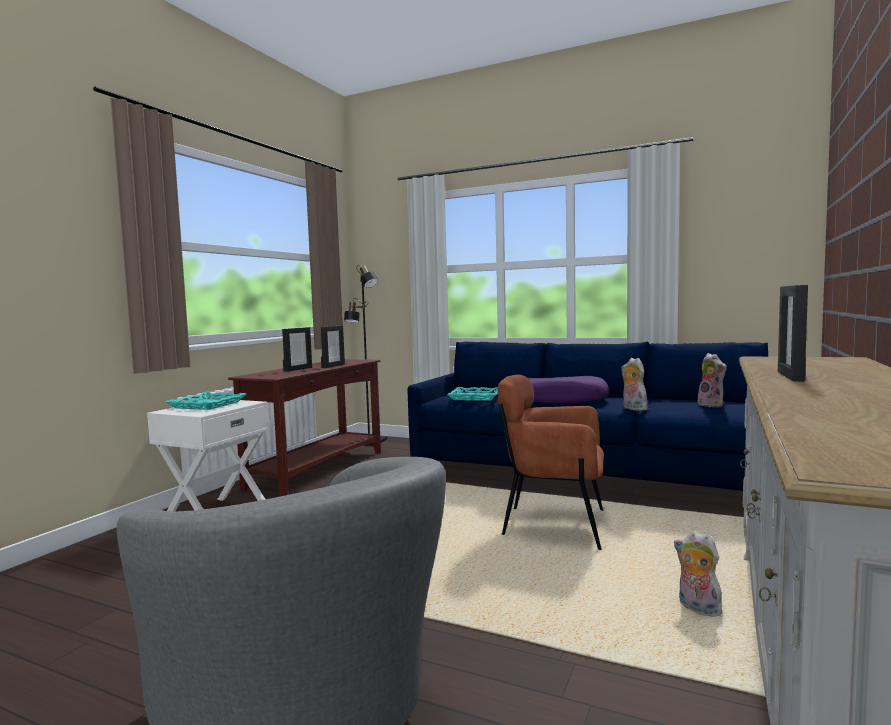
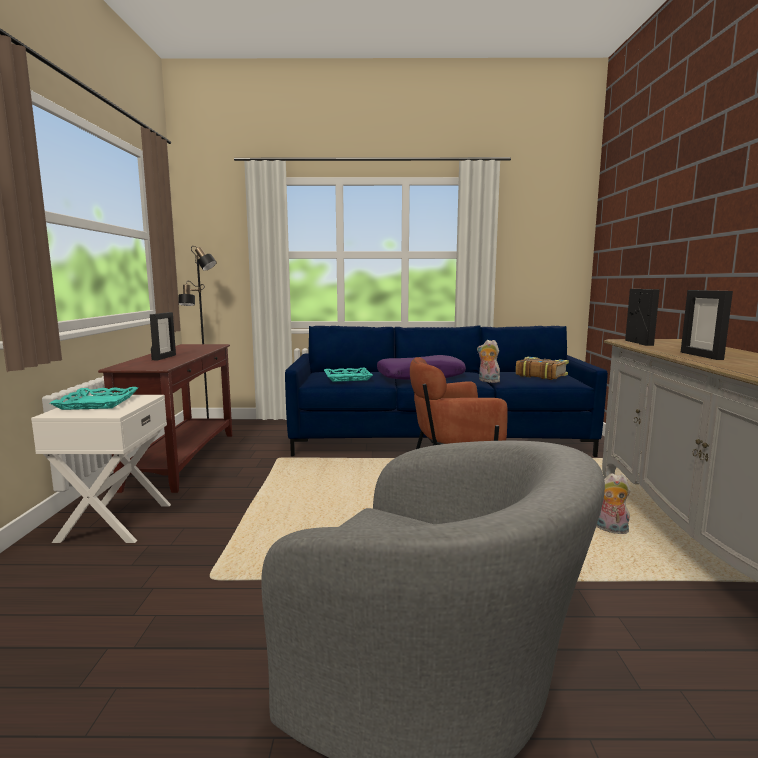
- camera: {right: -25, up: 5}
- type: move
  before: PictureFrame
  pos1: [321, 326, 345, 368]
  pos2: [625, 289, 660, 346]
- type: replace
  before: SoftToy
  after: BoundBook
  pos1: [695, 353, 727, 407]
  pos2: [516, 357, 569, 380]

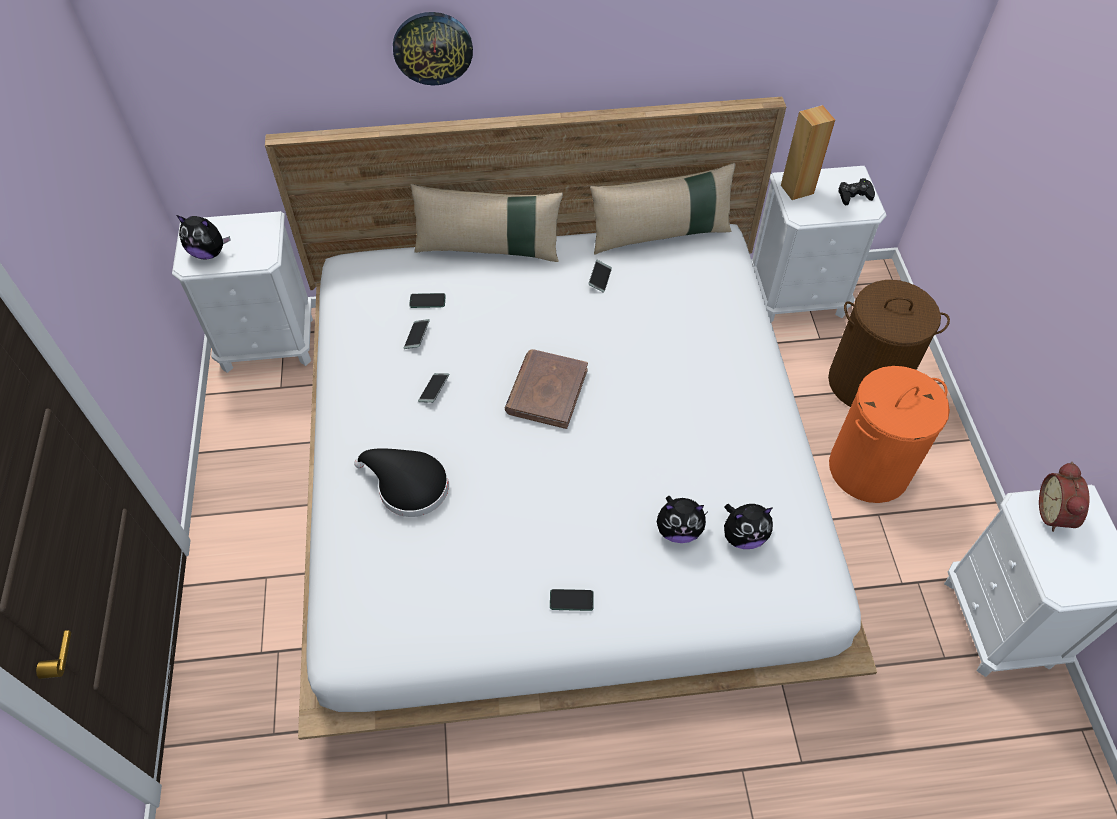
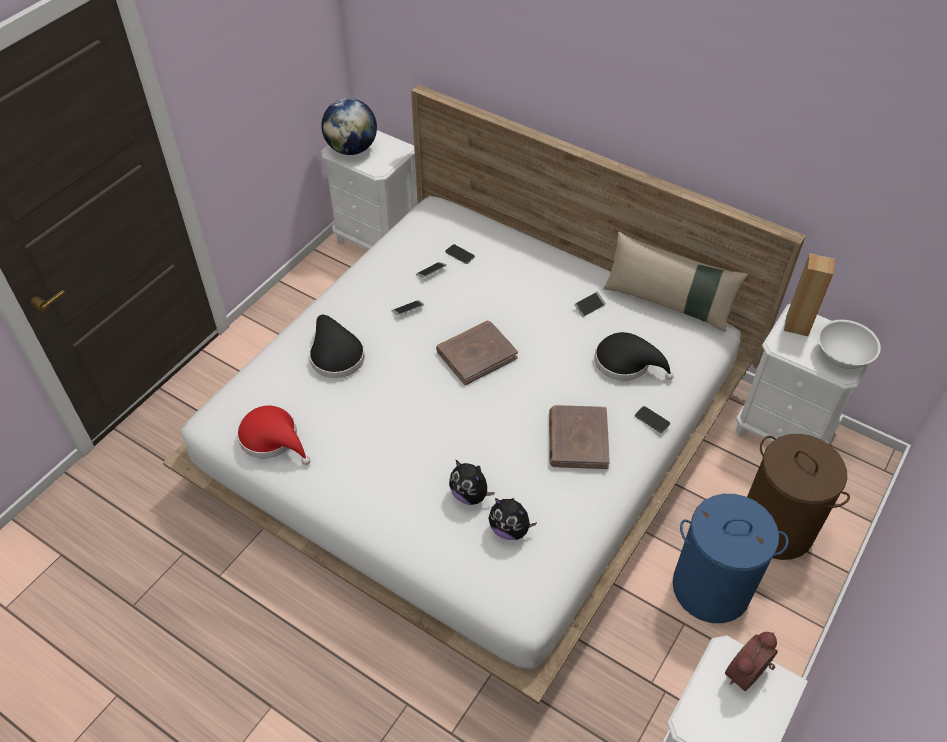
- camera: {right: 40, up: -5}
- type: replace
  before: SoftToy
  after: WorldGlobe
  pos1: [177, 215, 231, 260]
  pos2: [321, 98, 377, 155]
- type: delete
  before: ClockOnTheWall
  pos1: [393, 12, 473, 86]
- type: delete
  before: BeigePillow
  pos1: [410, 184, 563, 262]
- type: move
  before: Telephone
  pos1: [550, 589, 594, 611]
  pos2: [635, 406, 670, 433]
- type: recolor
  before: OrangeyLaundryBasket
  after: BlueColouredLaundryBasket
  pos1: [829, 366, 950, 503]
  pos2: [673, 494, 788, 623]
- type: replace
  before: BlackGamepad
  after: WhitishBowl
  pos1: [838, 178, 875, 205]
  pos2: [818, 320, 881, 369]
- type: insert
  after: ReddishClothingHat
  pos2: [237, 406, 310, 465]
- type: insert
  after: BrownColouredBoundBook
  pos2: [549, 405, 610, 469]
- type: insert
  after: BlackClothingHat
  pos2: [595, 332, 674, 381]

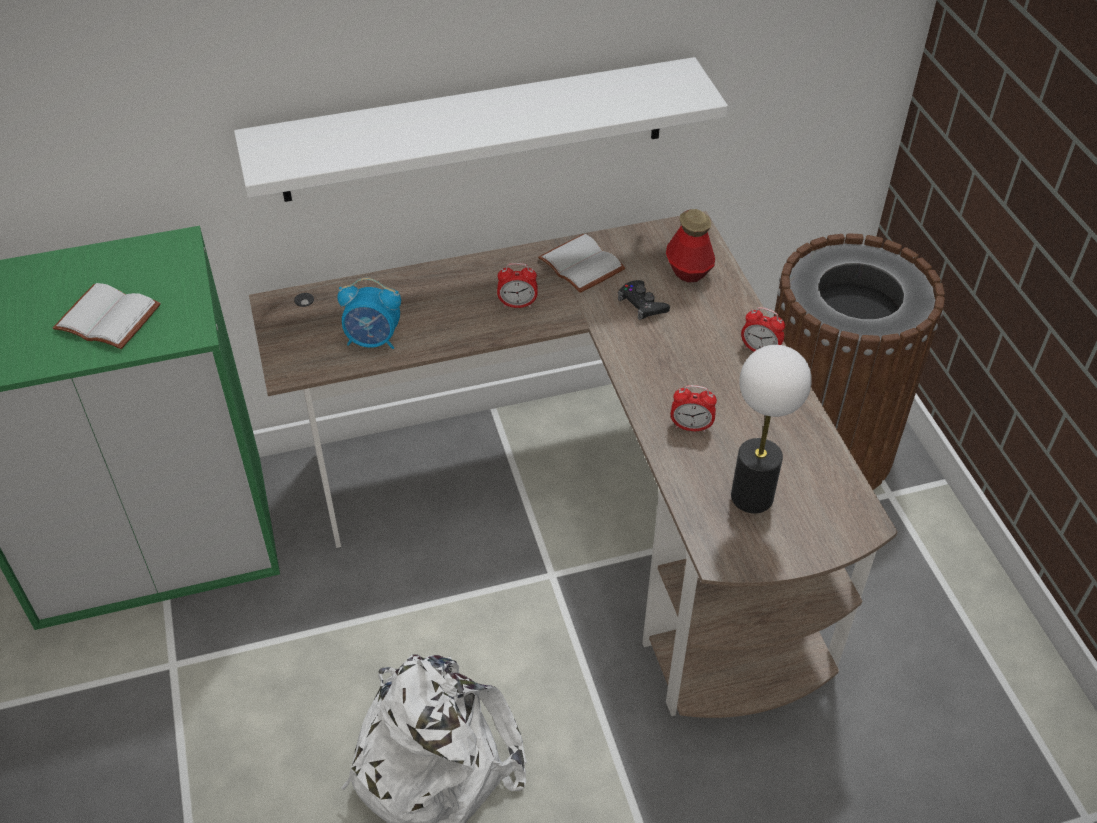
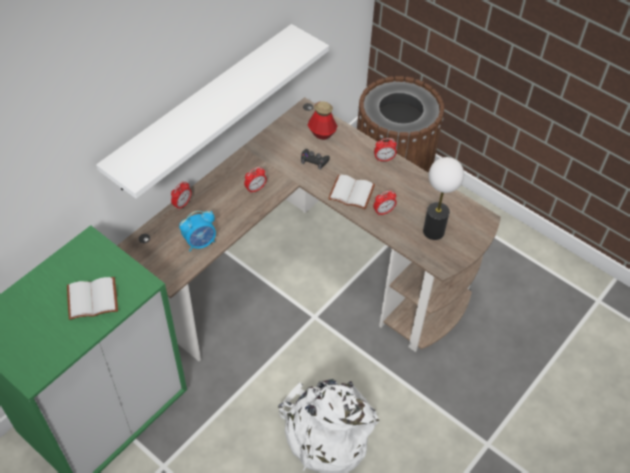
- camera: {right: -35, up: 5}
- type: move
  before: WhitishBoundBook
  pos1: [538, 234, 625, 293]
  pos2: [328, 175, 375, 209]
- type: insert
  after: BedsideClock
  pos2: [171, 181, 192, 210]

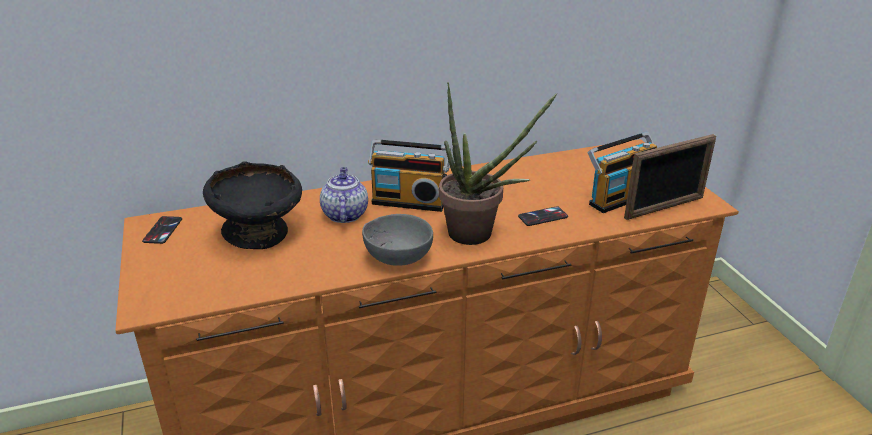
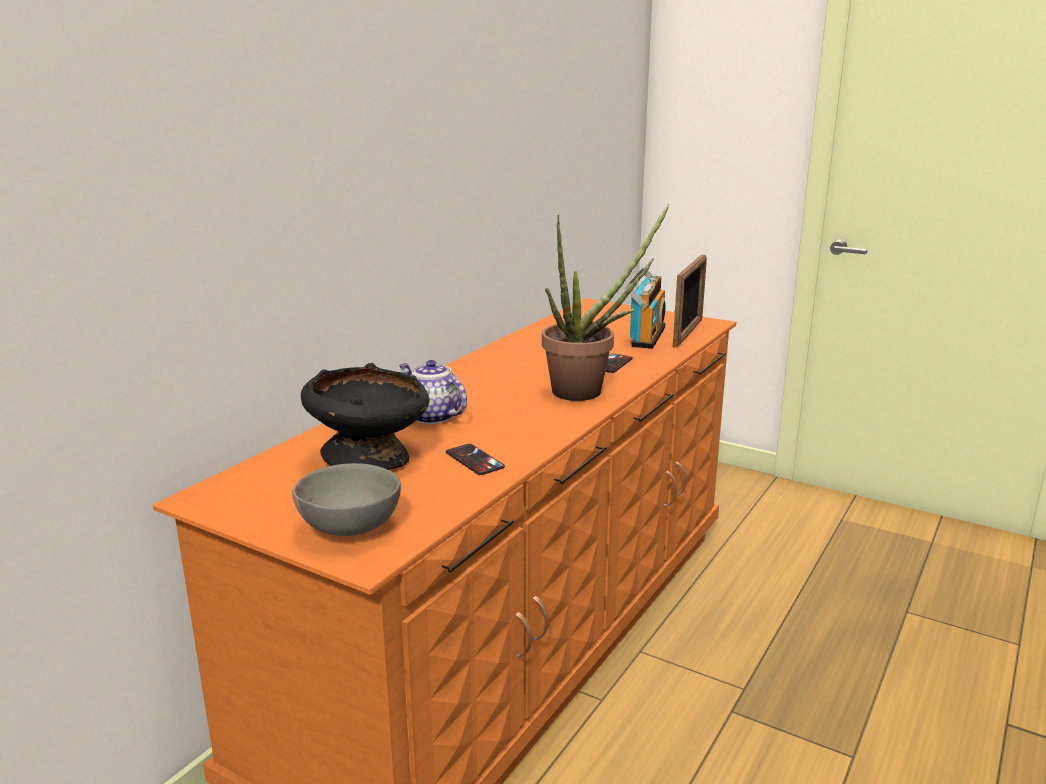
- camera: {right: -40, up: -10}
- type: move
  before: Telephone
  pos1: [142, 216, 182, 244]
  pos2: [446, 444, 505, 475]
- type: move
  before: GreyBowl
  pos1: [362, 214, 433, 266]
  pos2: [292, 463, 401, 536]
- type: delete
  before: RadioSet
  pos1: [368, 139, 451, 212]

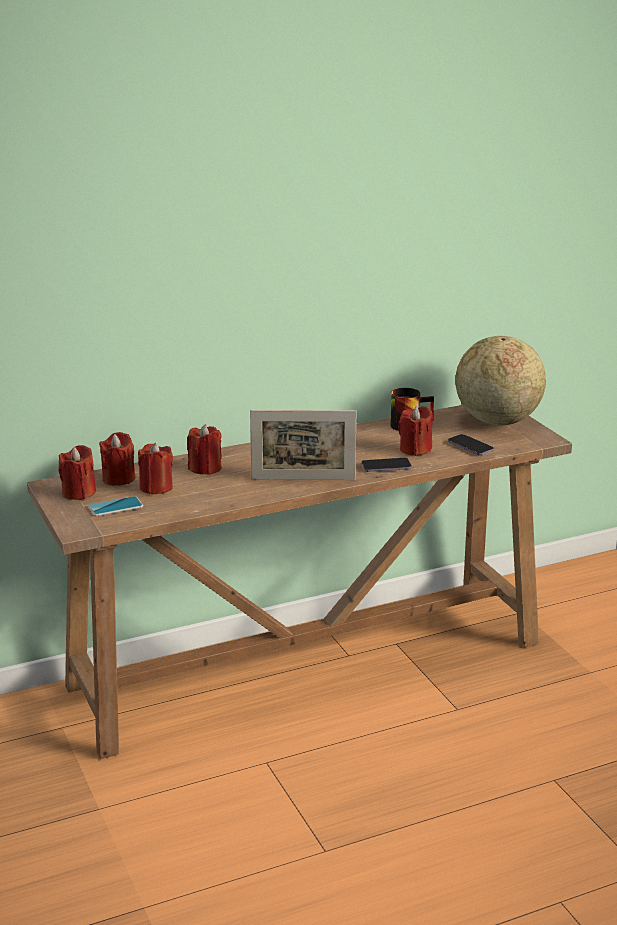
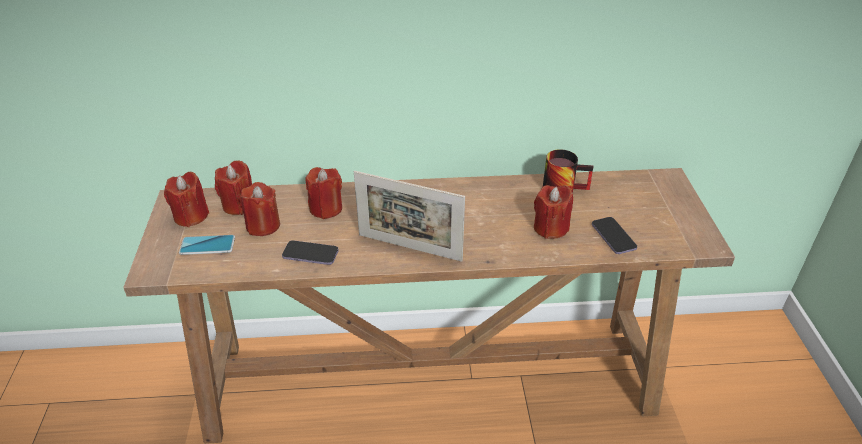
- camera: {right: 20, up: 15}
- type: move
  before: Telephone
  pos1: [361, 458, 412, 472]
  pos2: [282, 240, 339, 265]
- type: delete
  before: WorldGlobe
  pos1: [455, 336, 546, 425]

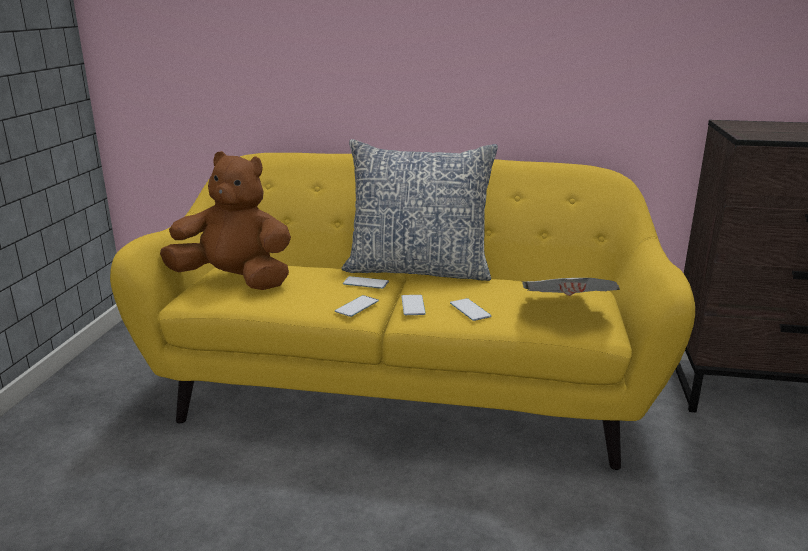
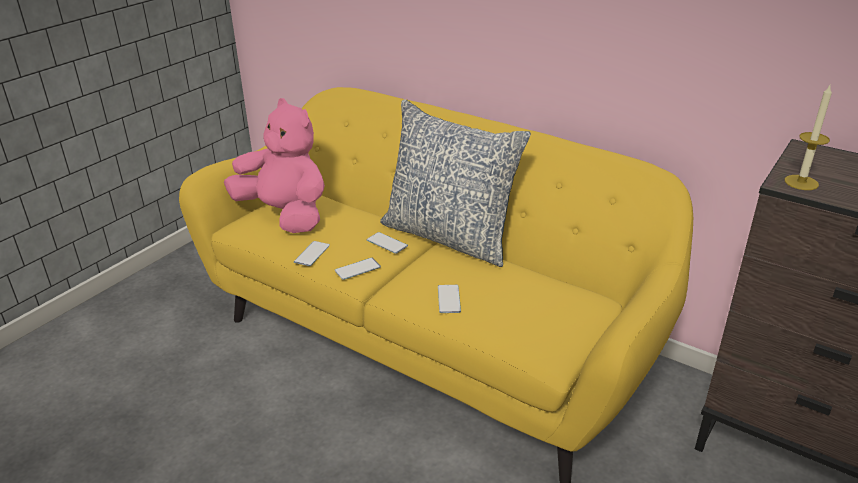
- camera: {right: 25, up: 10}
- type: recolor
  before: BrownColouredSoftToy
  after: PinkColouredSoftToy
  pos1: [160, 151, 291, 290]
  pos2: [224, 98, 325, 233]
- type: move
  before: Telephone
  pos1: [401, 295, 426, 315]
  pos2: [294, 241, 330, 266]
- type: delete
  before: DailyPaper
  pos1: [522, 278, 620, 296]
- type: insert
  after: WaxCandle
  pos2: [785, 85, 832, 190]

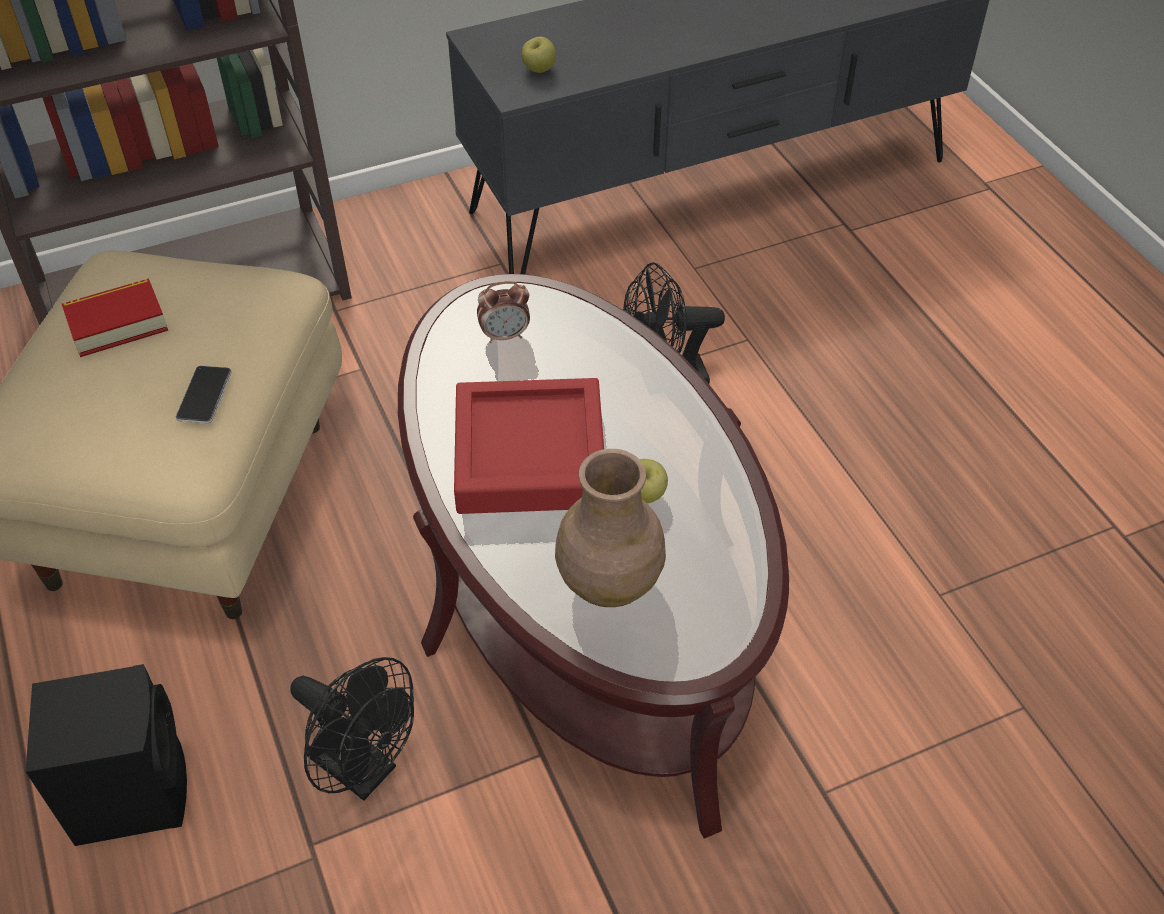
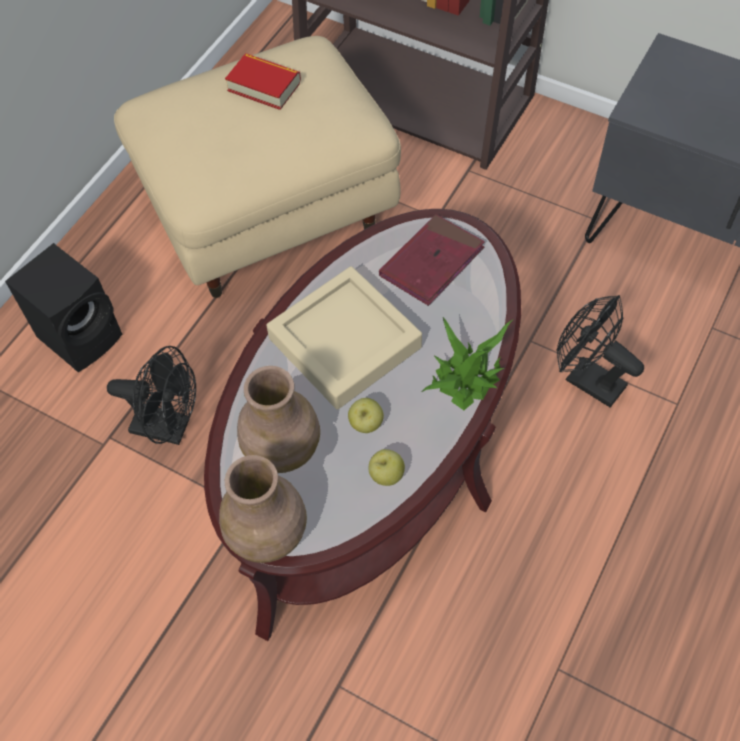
- camera: {right: 55, up: 10}
- type: delete
  before: Telephone
  pos1: [176, 366, 231, 423]
- type: rotate
  before: BlackCoolingFan
  pos1: [290, 657, 414, 801]
  pos2: [107, 346, 196, 445]
  turn: -75
- type: recolor
  before: ReddishCarryingTray
  after: BeigeCarryingTray
  pos1: [454, 378, 604, 514]
  pos2: [266, 266, 422, 410]
- type: replace
  before: BedsideClock
  after: ReddishBoundBook
  pos1: [477, 281, 530, 343]
  pos2: [379, 214, 485, 306]
- type: move
  before: Apple
  pos1: [521, 37, 556, 73]
  pos2: [369, 449, 405, 486]
- type: insert
  after: BrownColouredVase
  pos2: [219, 455, 307, 563]
- type: insert
  after: PlantInAPot
  pos2: [422, 317, 512, 410]

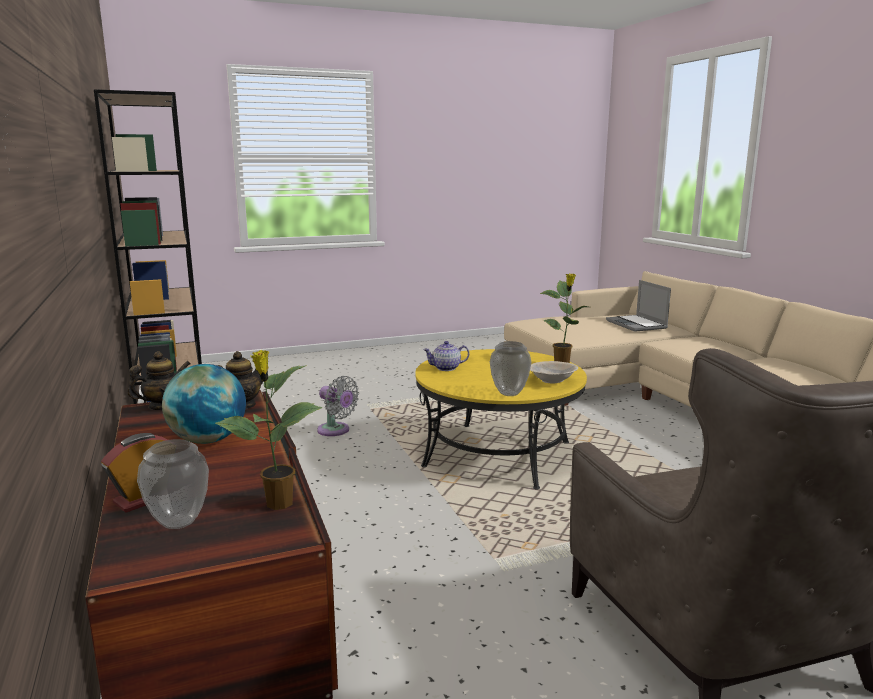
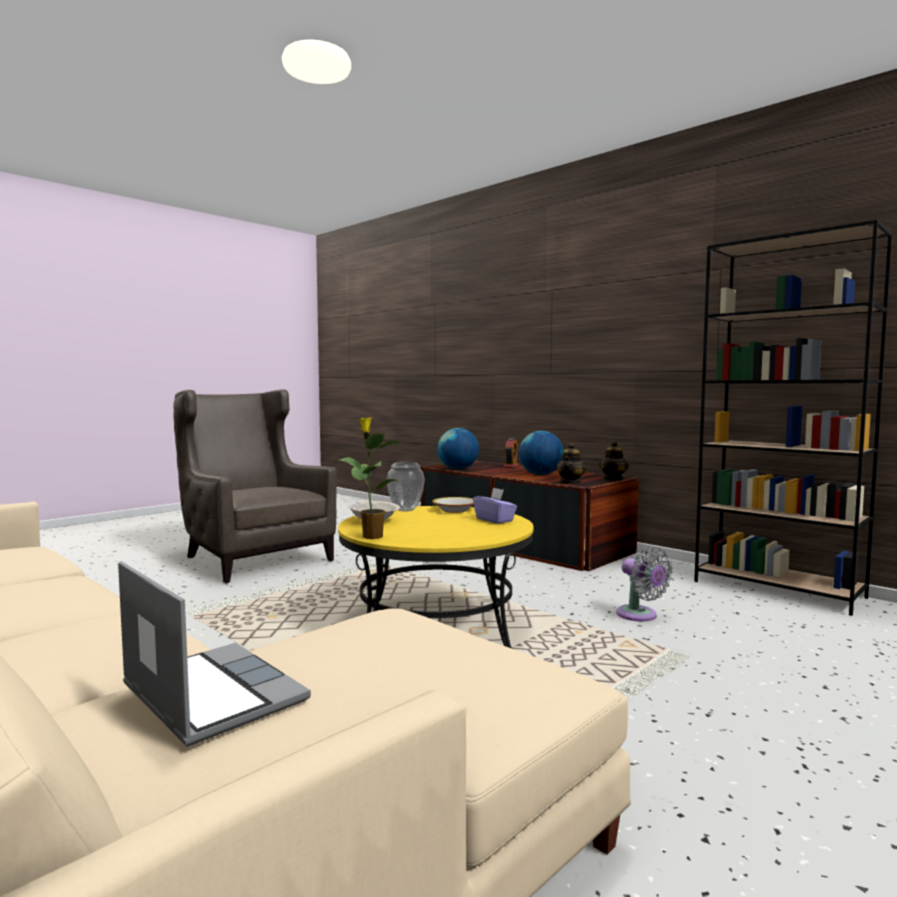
- camera: {right: 155, up: -10}
- type: delete
  before: Vase
  pos1: [137, 439, 209, 529]
- type: replace
  before: PlantInAPot
  after: WorldGlobe
  pos1: [215, 350, 323, 510]
  pos2: [437, 428, 479, 470]
- type: rotate
  before: GreyCoolingFan
  pos1: [317, 376, 359, 436]
  pos2: [616, 547, 673, 622]
  turn: -135
- type: replace
  before: PotForTea
  after: PurpleTissueBox
  pos1: [423, 341, 469, 371]
  pos2: [473, 487, 517, 524]
- type: insert
  after: Bowl
  pos2: [432, 497, 474, 513]

